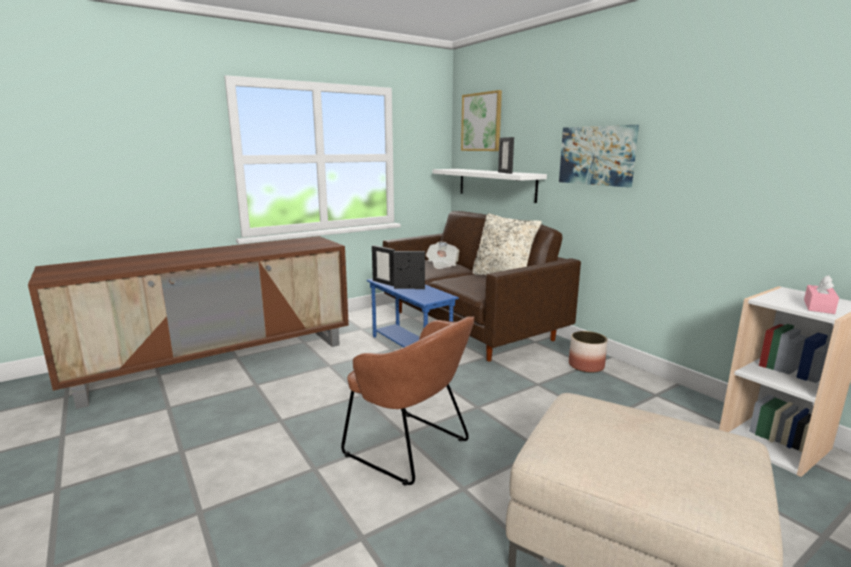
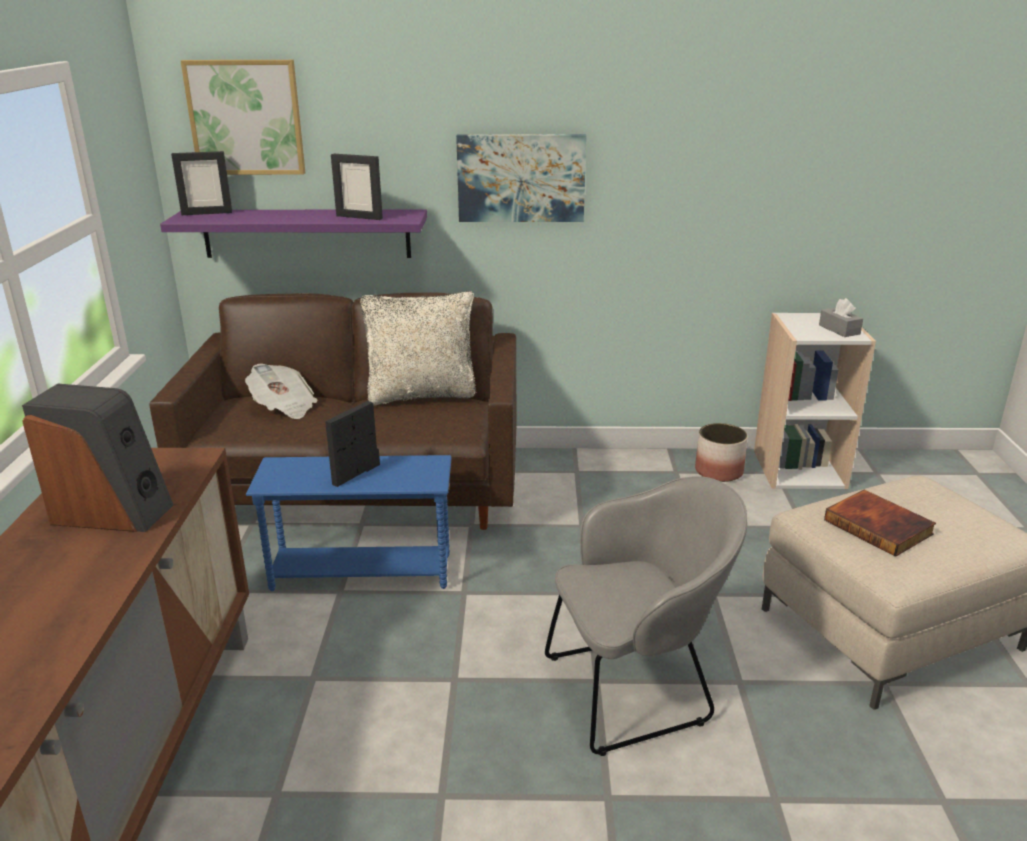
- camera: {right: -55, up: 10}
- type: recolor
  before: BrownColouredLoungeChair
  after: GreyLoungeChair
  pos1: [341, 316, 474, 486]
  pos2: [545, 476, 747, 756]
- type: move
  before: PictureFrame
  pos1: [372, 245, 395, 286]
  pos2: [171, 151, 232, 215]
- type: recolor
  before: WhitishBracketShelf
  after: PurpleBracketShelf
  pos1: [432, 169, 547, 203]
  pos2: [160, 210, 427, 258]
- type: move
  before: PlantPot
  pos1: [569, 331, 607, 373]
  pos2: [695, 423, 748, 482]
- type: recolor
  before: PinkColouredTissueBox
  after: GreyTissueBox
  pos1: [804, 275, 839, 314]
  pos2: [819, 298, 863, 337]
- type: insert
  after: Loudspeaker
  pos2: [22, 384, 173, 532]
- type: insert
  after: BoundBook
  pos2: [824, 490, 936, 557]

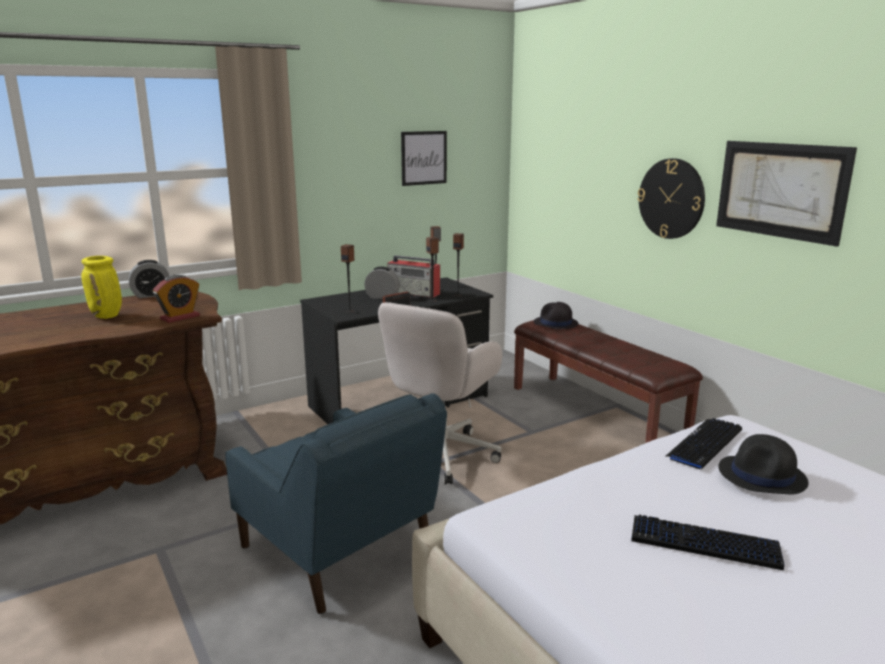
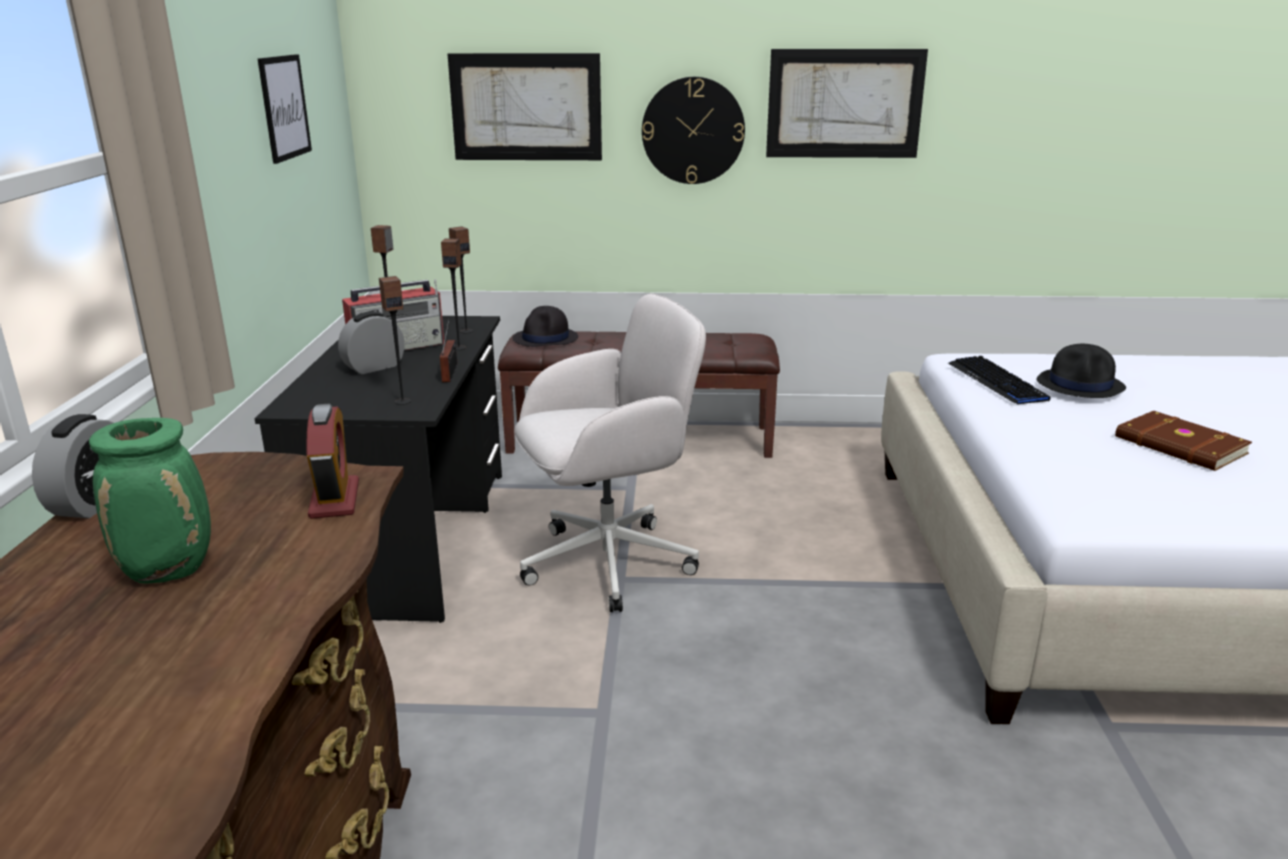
- camera: {right: -55, up: 5}
- type: recolor
  before: YellowVase
  after: GreenColouredVase
  pos1: [81, 256, 122, 319]
  pos2: [89, 418, 211, 584]
- type: delete
  before: BlueColouredLoungeChair
  pos1: [225, 393, 447, 614]
- type: rotate
  before: WhitishDeskChair
  pos1: [378, 302, 502, 484]
  pos2: [514, 293, 706, 612]
  turn: -90
- type: replace
  before: ComputerKeyboard
  after: BrownColouredBoundBook
  pos1: [631, 515, 784, 570]
  pos2: [1115, 411, 1252, 471]
- type: insert
  after: Picture
  pos2: [448, 53, 602, 160]

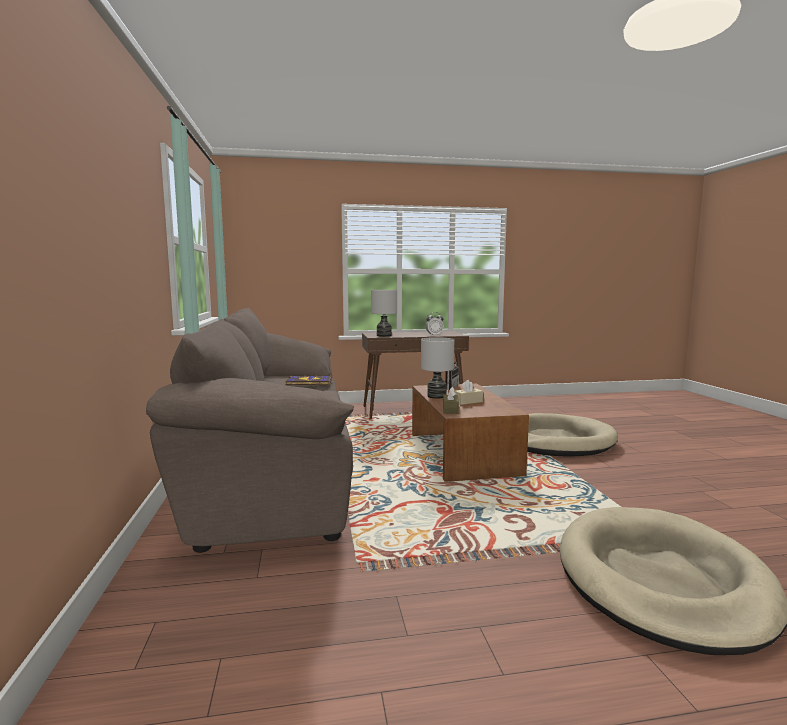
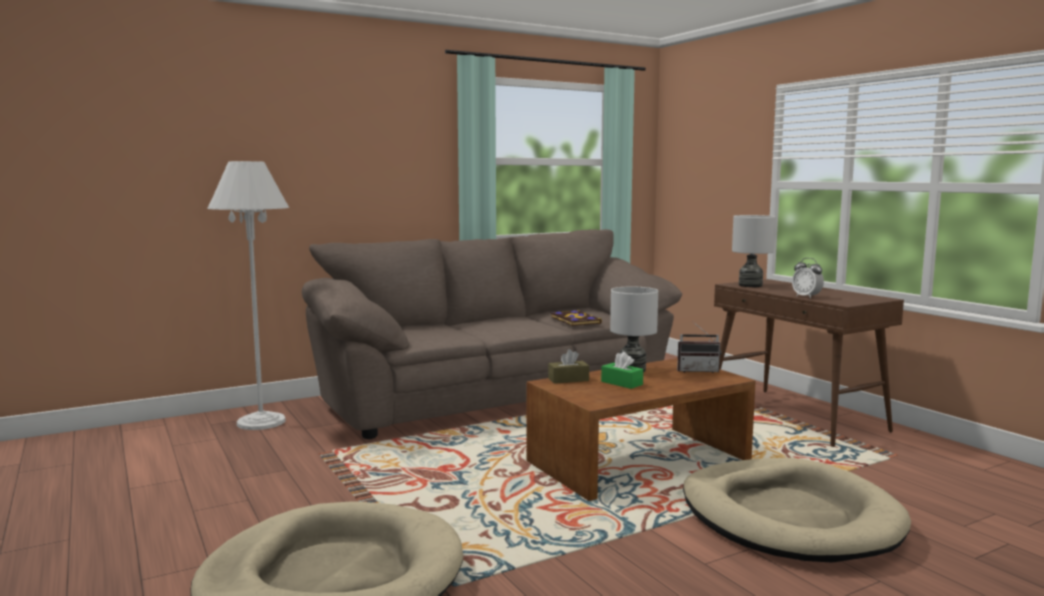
- camera: {right: 70, up: 0}
- type: recolor
  before: BeigeTissueBox
  after: GreenColouredTissueBox
  pos1: [454, 380, 483, 405]
  pos2: [601, 352, 643, 389]
- type: insert
  after: WhitishStandardLamp
  pos2: [207, 161, 289, 430]

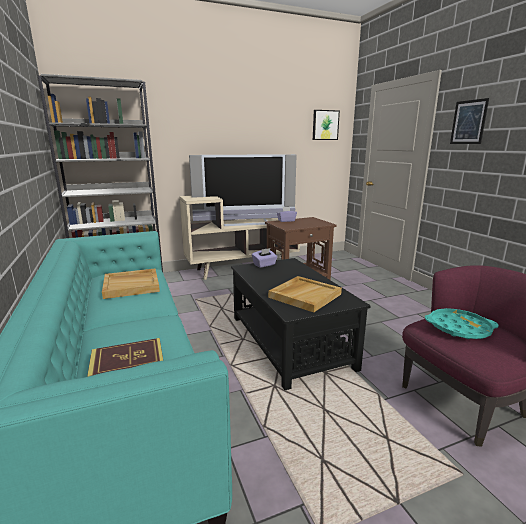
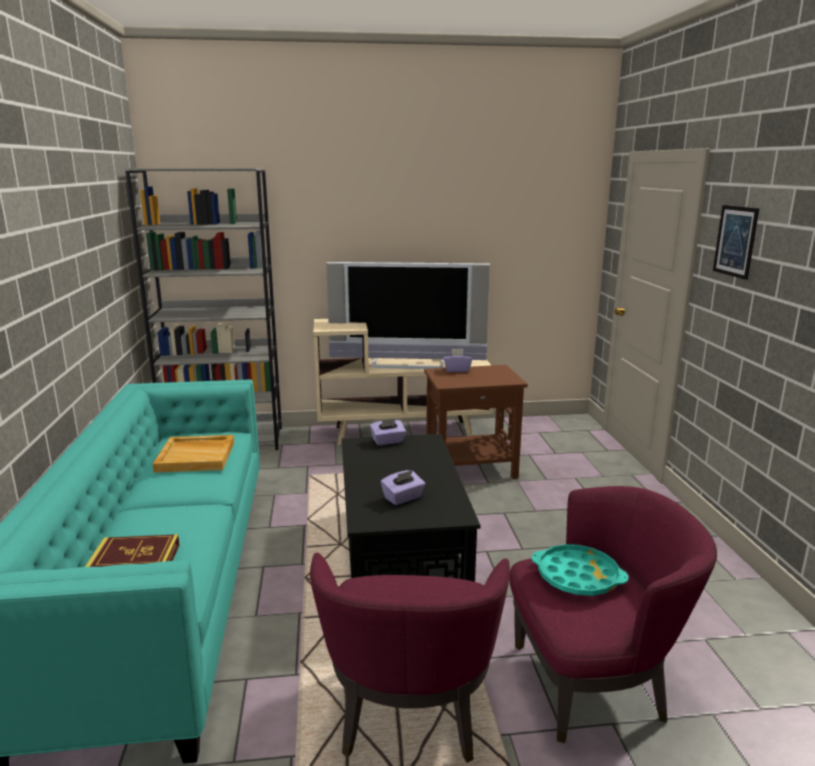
- camera: {right: 15, up: 0}
- type: replace
  before: BeigeCarryingTray
  after: PurpleTissueBox
  pos1: [268, 276, 342, 312]
  pos2: [381, 470, 425, 505]
- type: delete
  before: Picture
  pos1: [313, 110, 340, 140]
- type: insert
  after: PurpleLoungeChair
  pos2: [310, 553, 510, 763]

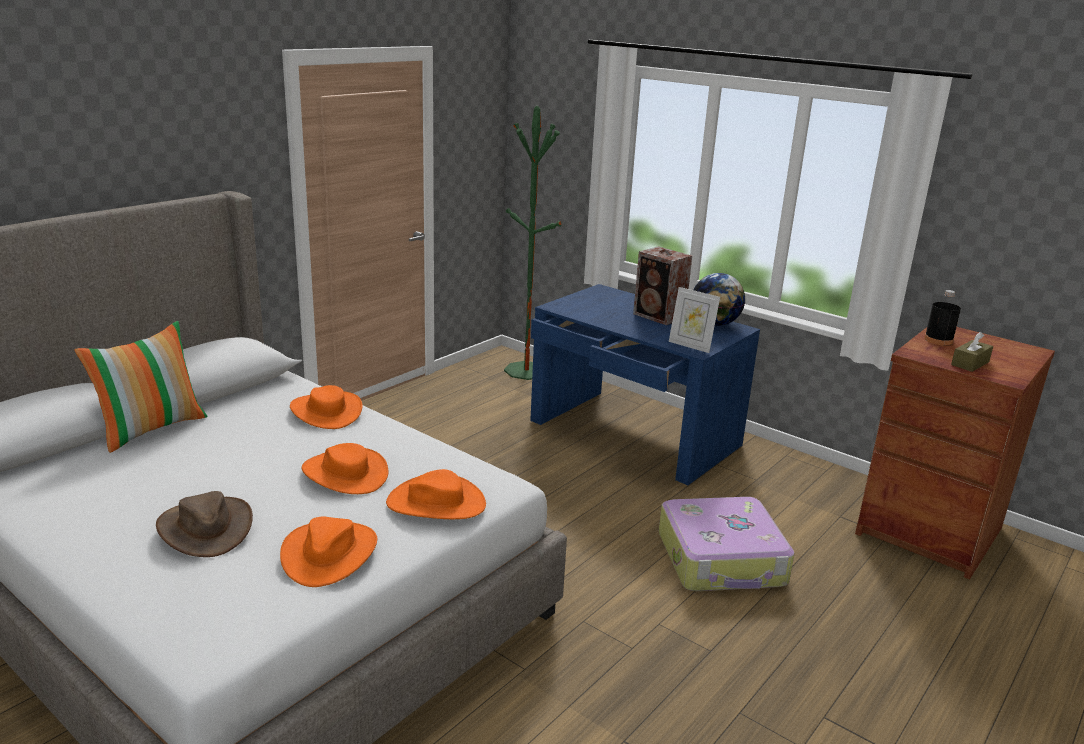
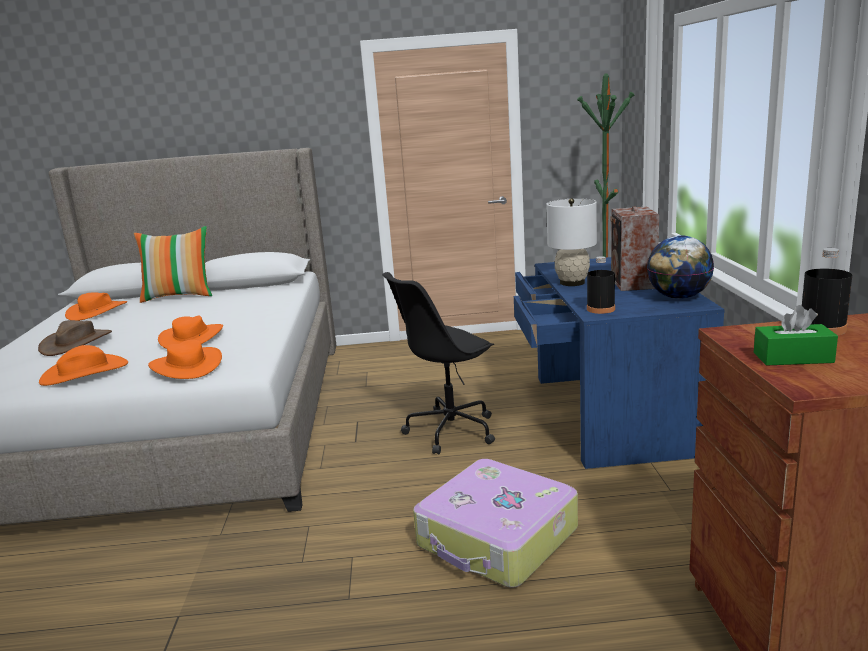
- camera: {right: 50, up: -5}
- type: move
  before: OrangeyClothingHat
  pos1: [290, 385, 363, 429]
  pos2: [65, 292, 127, 321]
- type: replace
  before: PictureFrame
  after: BlackBeverageBottle
  pos1: [669, 287, 720, 353]
  pos2: [587, 256, 615, 314]
- type: recolor
  before: BrownColouredTissueBox
  after: GreenColouredTissueBox
  pos1: [951, 332, 993, 372]
  pos2: [754, 305, 838, 366]
- type: insert
  after: BlackDeskChair
  pos2: [382, 272, 495, 454]
- type: insert
  after: WhitishTabletopLamp
  pos2: [546, 198, 597, 286]

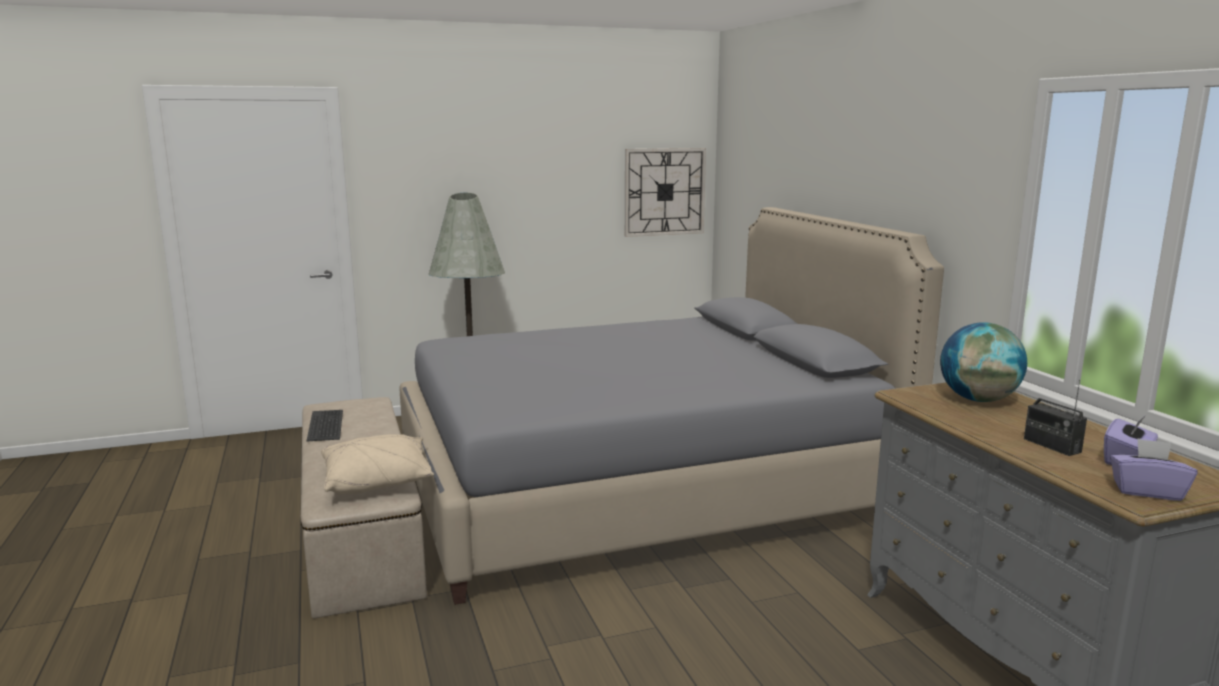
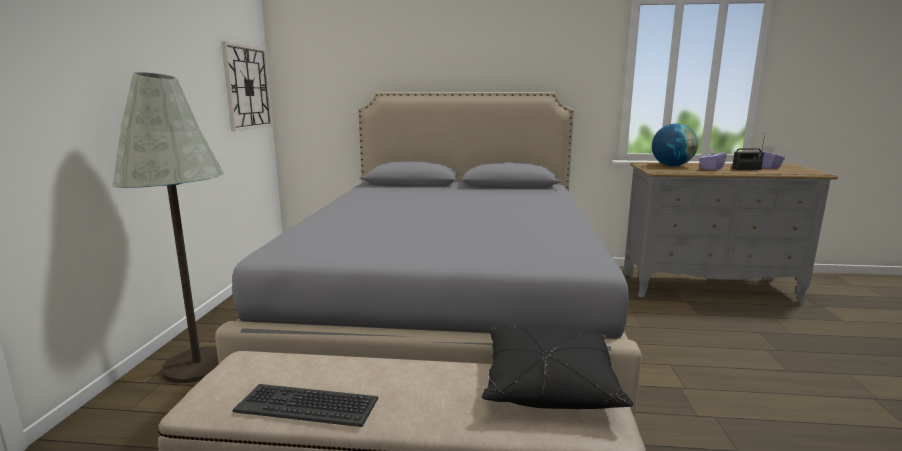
- camera: {right: -65, up: 0}
- type: recolor
  before: BeigePillow
  after: BlackPillow
  pos1: [321, 434, 434, 494]
  pos2: [482, 326, 633, 409]
- type: move
  before: PurpleTissueBox
  pos1: [1110, 439, 1198, 501]
  pos2: [699, 147, 727, 170]

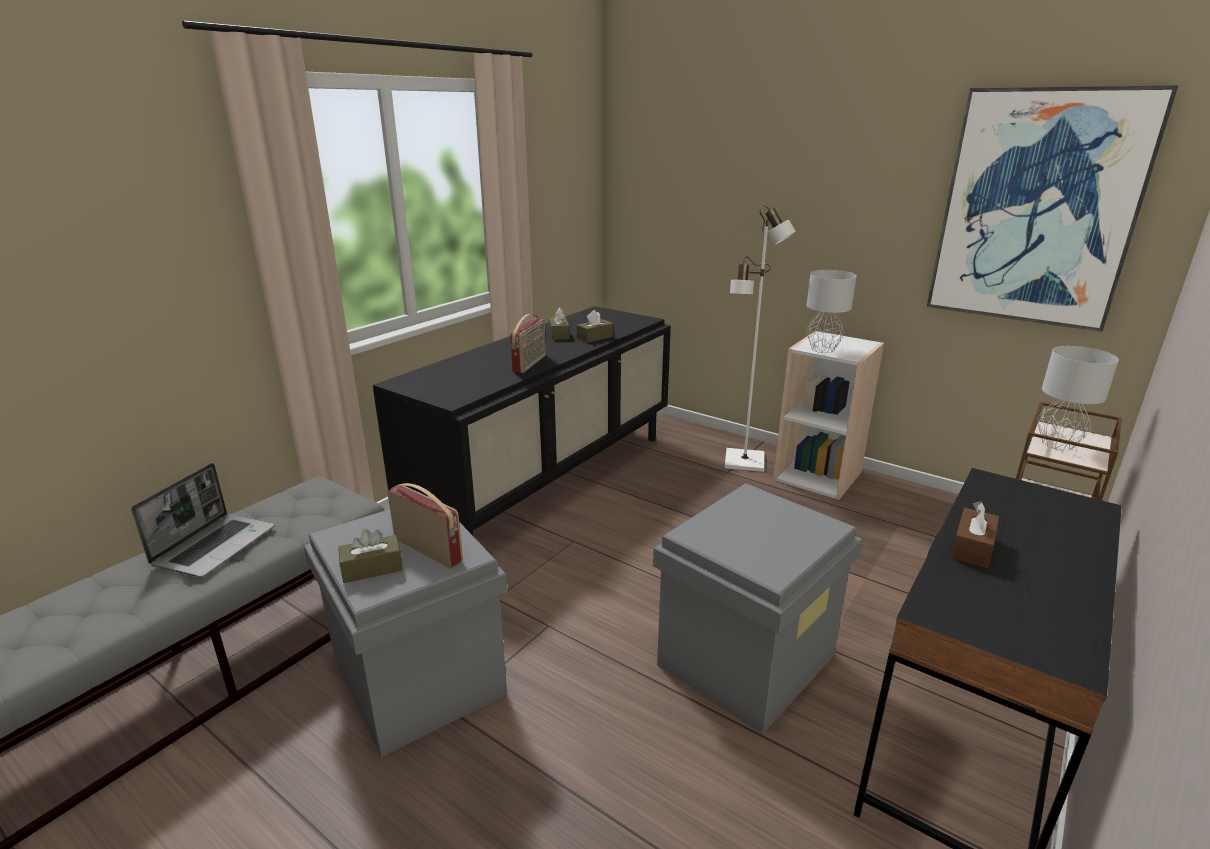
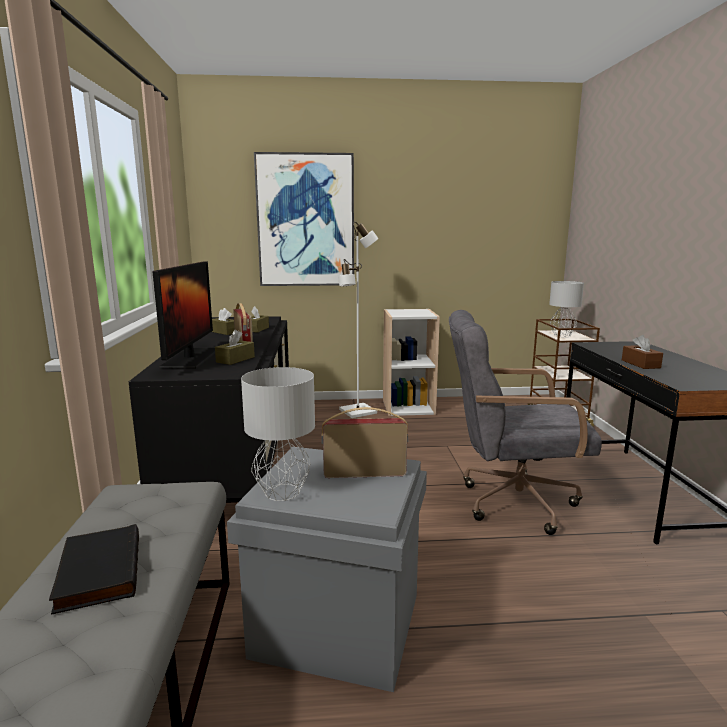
- camera: {right: -40, up: -10}
- type: replace
  before: NotebookComputer
  after: BlackBoundBook
  pos1: [131, 463, 275, 577]
  pos2: [49, 524, 139, 615]
- type: move
  before: BrownColouredTissueBox
  pos1: [338, 529, 403, 583]
  pos2: [215, 330, 255, 365]
- type: replace
  before: GreyStorageBox
  after: GreyDeskChair
  pos1: [653, 483, 863, 734]
  pos2: [449, 310, 602, 535]
- type: move
  before: GreyTabletopLamp
  pos1: [806, 270, 857, 353]
  pos2: [241, 367, 315, 501]
- type: move
  before: Picture
  pos1: [927, 85, 1179, 332]
  pos2: [254, 152, 354, 286]
- type: insert
  after: Monitor
  pos2: [153, 261, 215, 368]

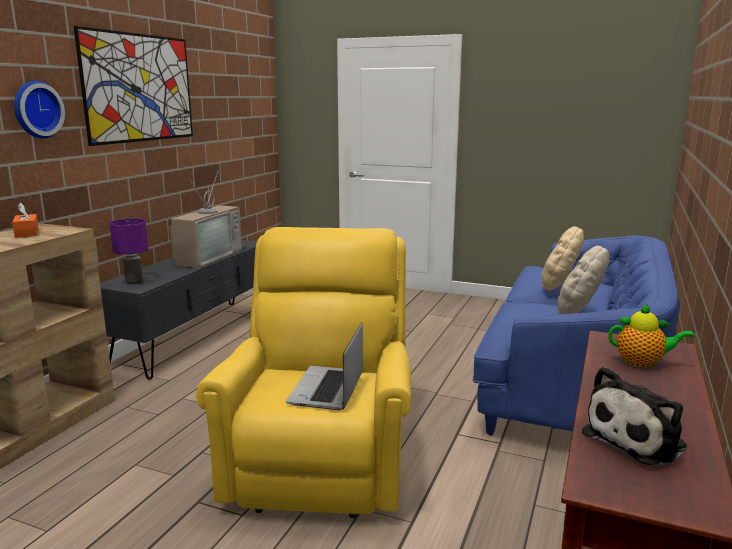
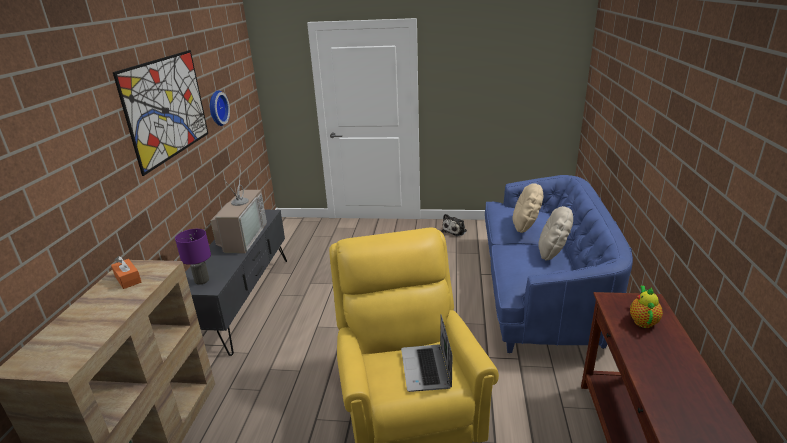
- camera: {right: -15, up: 10}
- type: move
  before: ClockOnTheWall
  pos1: [14, 81, 65, 139]
  pos2: [210, 90, 230, 126]
- type: move
  before: SoftToy
  pos1: [582, 367, 687, 466]
  pos2: [442, 214, 467, 236]
- type: rotate
  before: PotForTea
  pos1: [608, 303, 695, 368]
  pos2: [630, 285, 663, 328]
  turn: -75

